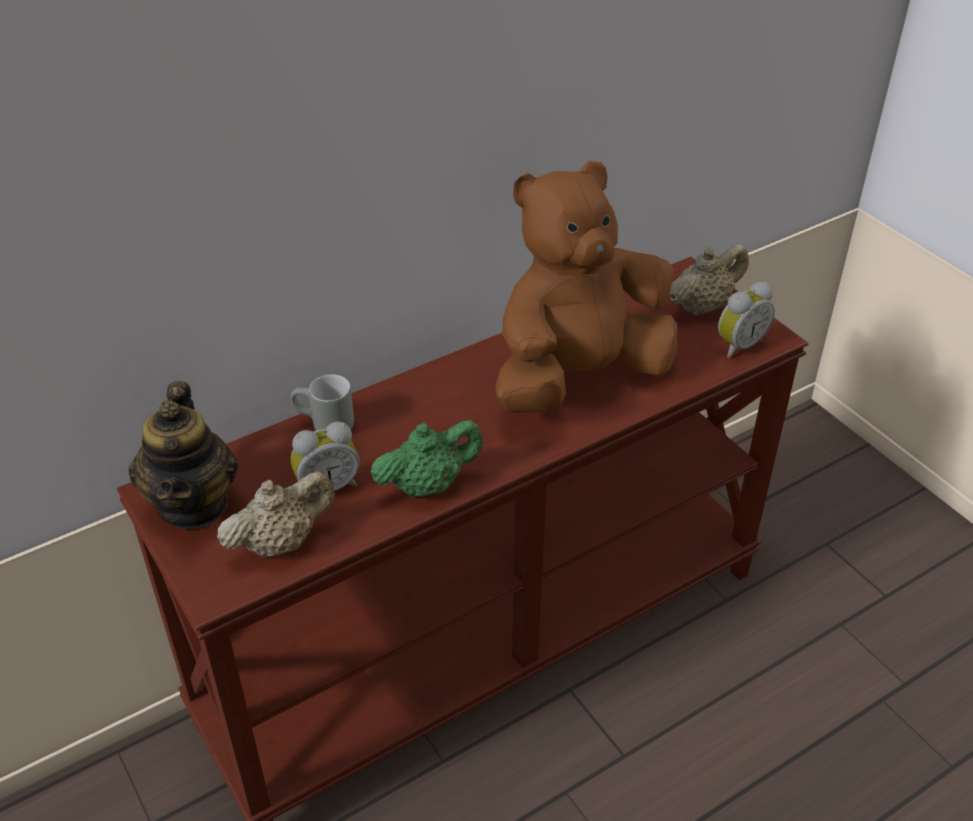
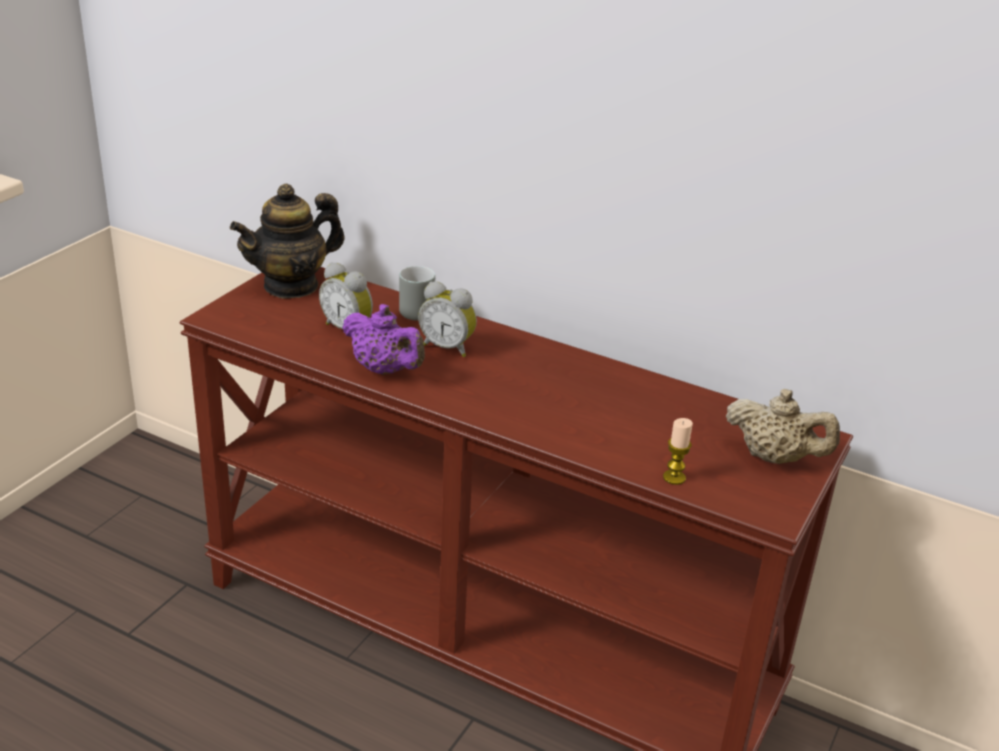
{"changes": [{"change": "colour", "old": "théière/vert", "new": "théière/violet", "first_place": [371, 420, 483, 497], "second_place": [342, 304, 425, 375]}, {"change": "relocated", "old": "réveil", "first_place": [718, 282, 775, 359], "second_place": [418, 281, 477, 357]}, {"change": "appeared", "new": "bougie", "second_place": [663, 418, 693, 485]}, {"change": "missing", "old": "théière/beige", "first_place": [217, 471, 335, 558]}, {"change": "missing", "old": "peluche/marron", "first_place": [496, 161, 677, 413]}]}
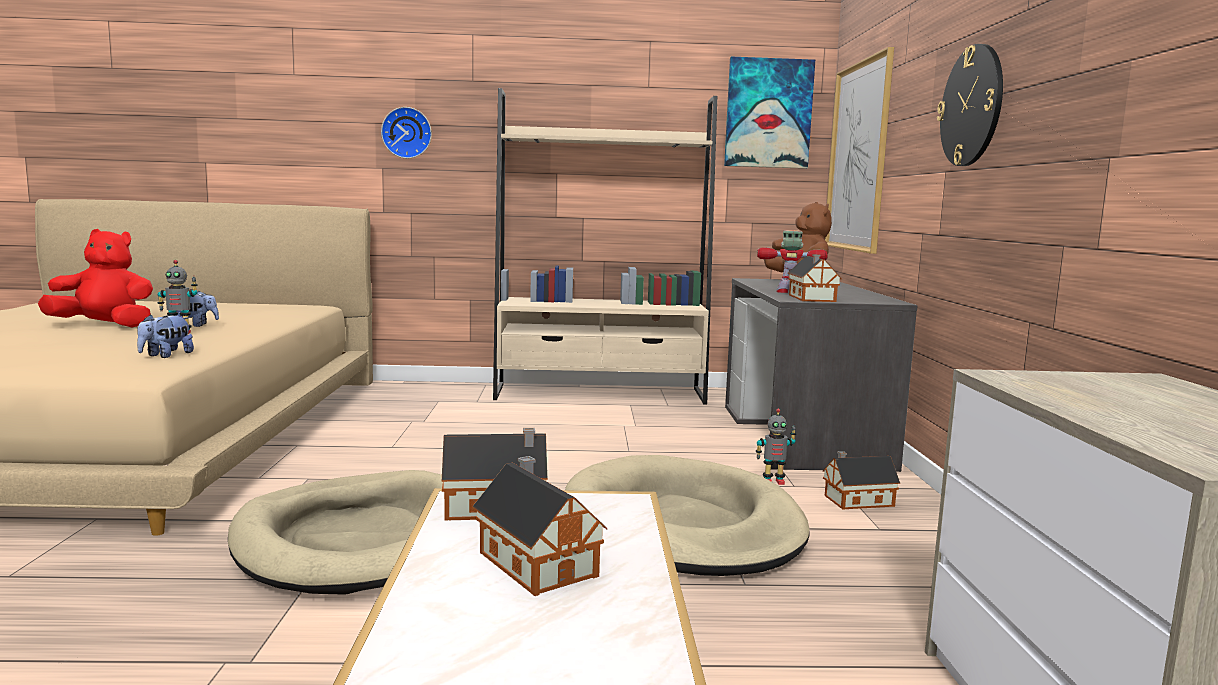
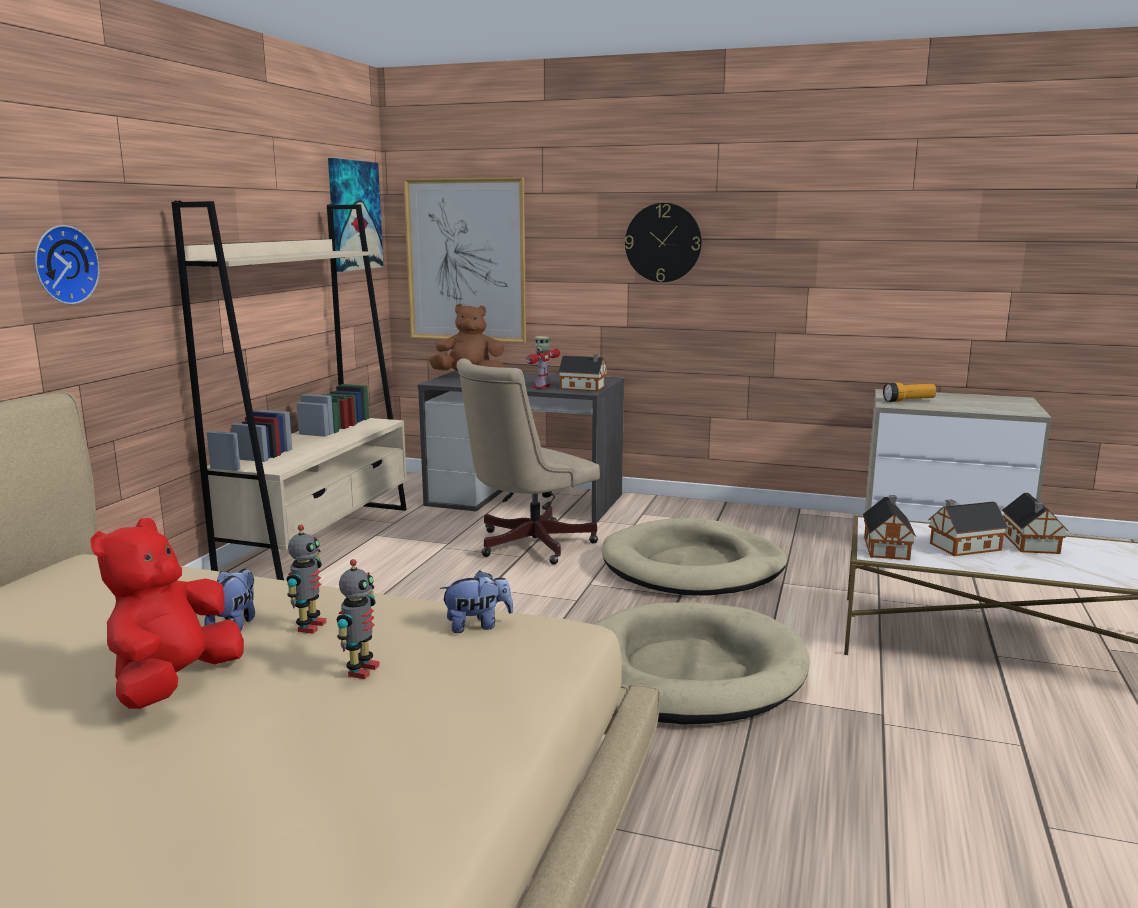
{"changes": [{"change": "relocated", "old": "robot jouet", "first_place": [756, 408, 796, 485], "second_place": [337, 559, 380, 679]}, {"change": "spun", "old": "peluche", "first_place": [137, 314, 194, 358], "second_place": [439, 571, 513, 633], "degrees": -60}, {"change": "appeared", "new": "chaise de bureau/beige", "second_place": [456, 358, 600, 565]}, {"change": "appeared", "new": "lampe de poche", "second_place": [883, 383, 936, 402]}, {"change": "relocated", "old": "maison miniature", "first_place": [823, 451, 900, 509], "second_place": [1002, 493, 1068, 554]}]}
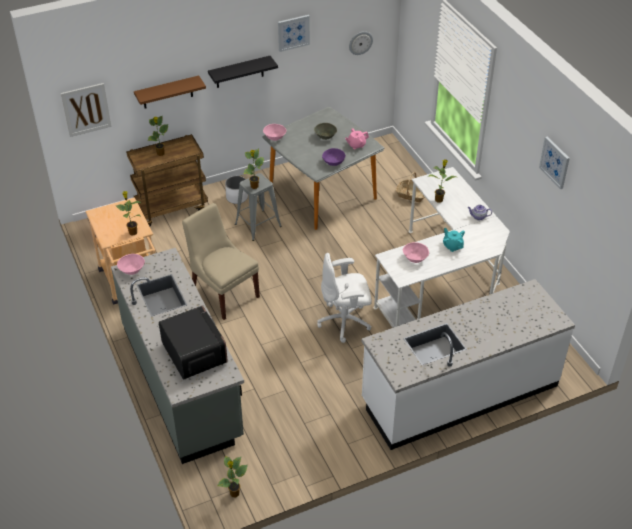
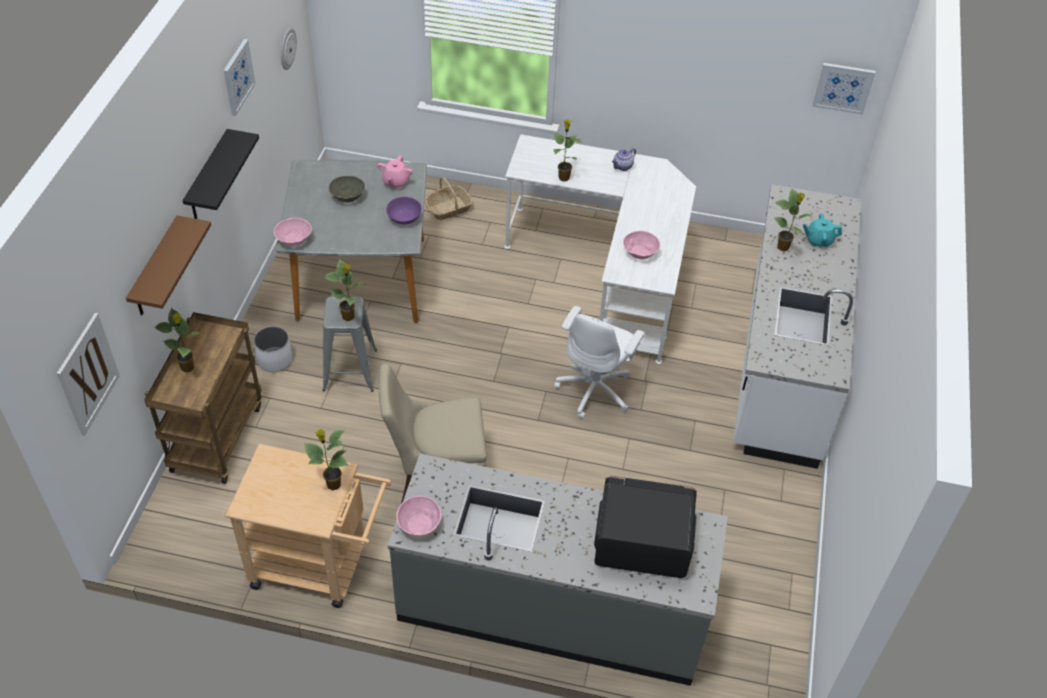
{"changes": [{"change": "relocated", "old": "plante en pot", "first_place": [217, 456, 248, 497], "second_place": [774, 189, 812, 251]}, {"change": "relocated", "old": "théière/turquoise", "first_place": [443, 228, 465, 252], "second_place": [803, 213, 842, 247]}, {"change": "relocated", "old": "tableau", "first_place": [539, 136, 570, 189], "second_place": [813, 63, 876, 115]}]}
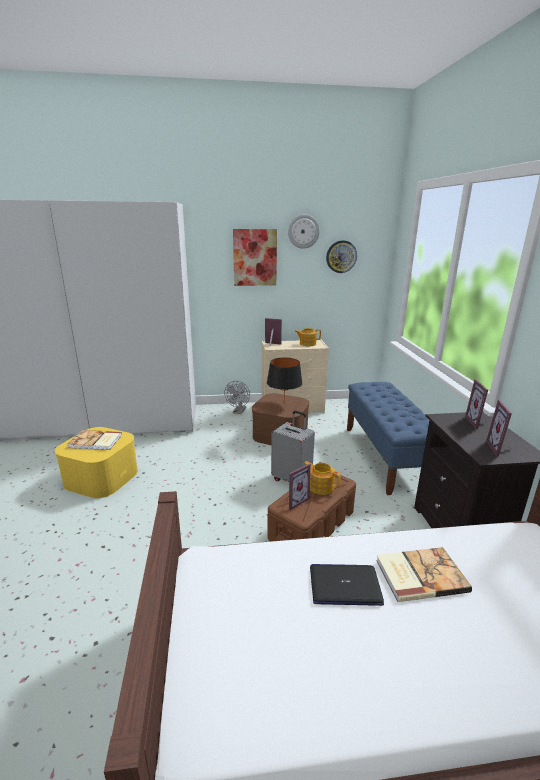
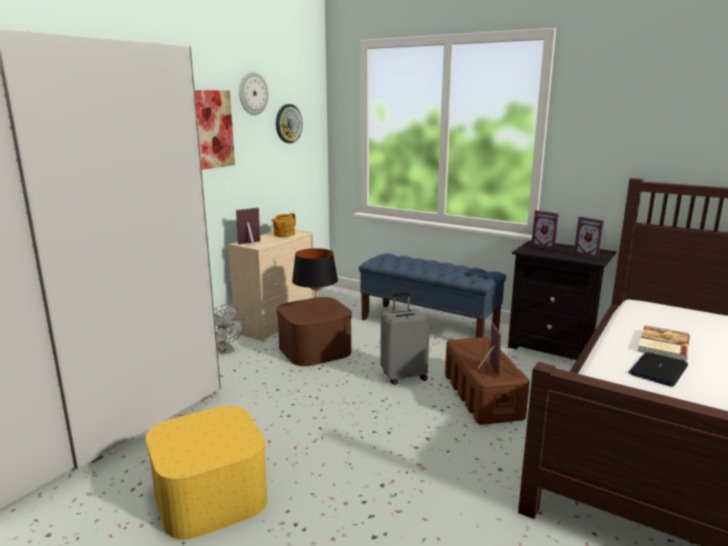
{"changes": [{"change": "missing", "old": "livre", "first_place": [68, 430, 122, 450]}, {"change": "missing", "old": "théière", "first_place": [303, 461, 341, 495]}]}
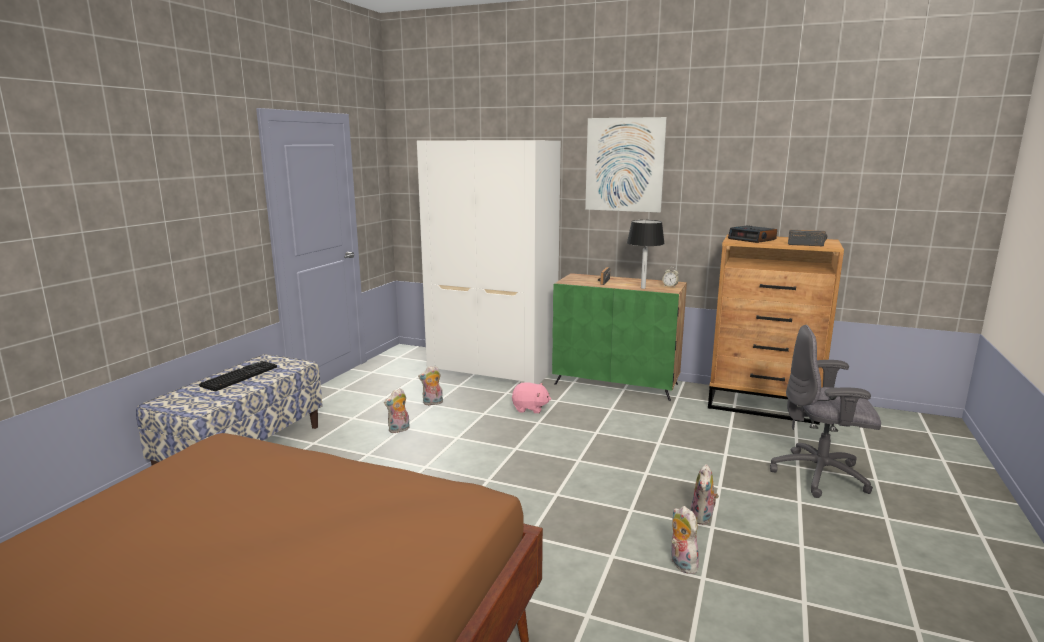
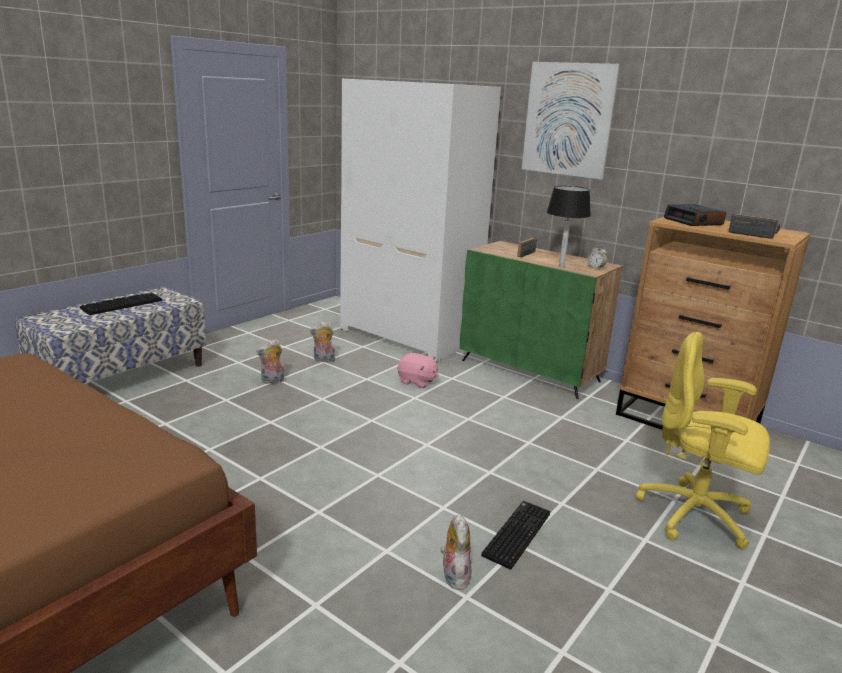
{"changes": [{"change": "exchanged", "old": "peluche", "new": "clavier", "first_place": [690, 464, 719, 525], "second_place": [481, 501, 550, 570]}, {"change": "colour", "old": "chaise de bureau/gris", "new": "chaise de bureau/jaune", "first_place": [770, 325, 881, 498], "second_place": [636, 332, 770, 550]}]}
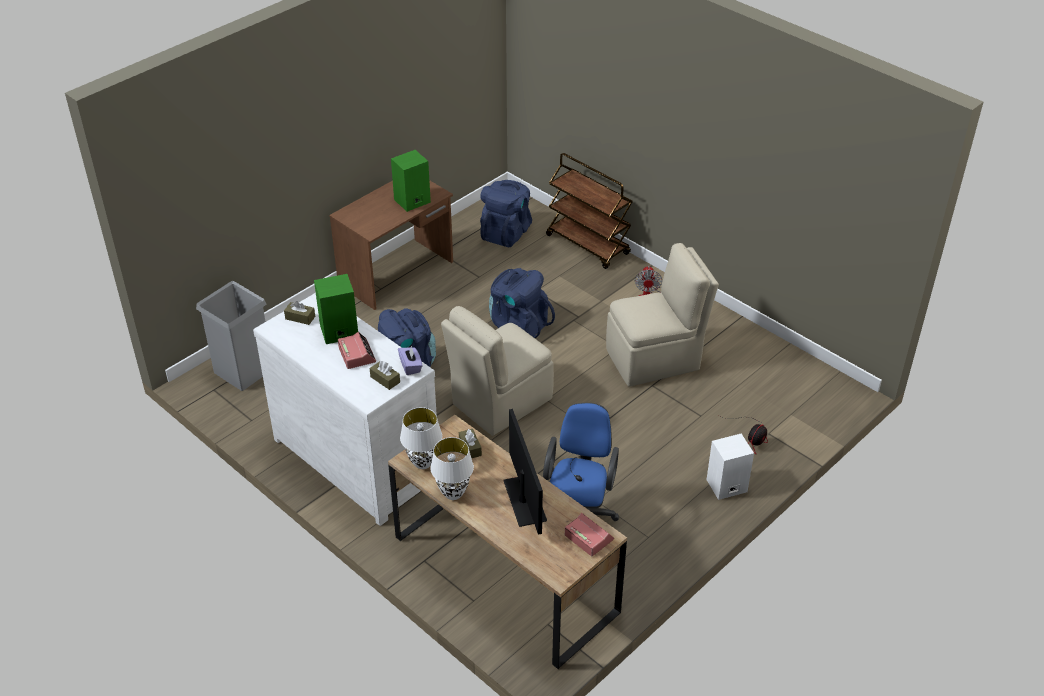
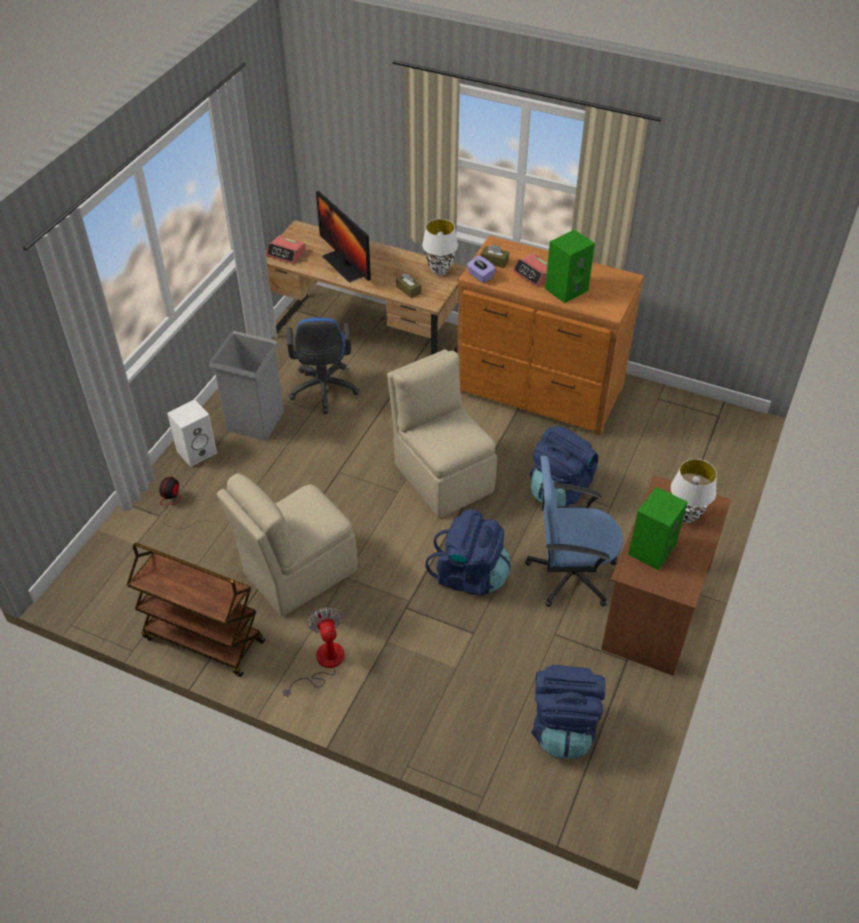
{"changes": [{"change": "relocated", "old": "chariot/marron", "first_place": [546, 153, 633, 269], "second_place": [127, 543, 265, 677]}, {"change": "relocated", "old": "poubelle/gris", "first_place": [196, 281, 266, 391], "second_place": [210, 331, 284, 441]}, {"change": "spun", "old": "chaise/beige", "first_place": [441, 306, 554, 436], "second_place": [387, 350, 497, 517], "degrees": -60}, {"change": "colour", "old": "commode/blanc", "new": "commode/marron", "first_place": [253, 293, 437, 526], "second_place": [457, 235, 644, 435]}, {"change": "appeared", "new": "chaise de bureau/bleu", "second_place": [525, 456, 623, 607]}, {"change": "relocated", "old": "lampe de table/blanc", "first_place": [430, 437, 474, 500], "second_place": [671, 459, 717, 523]}, {"change": "missing", "old": "boîte à mouchoirs/marron", "first_place": [284, 301, 315, 325]}]}
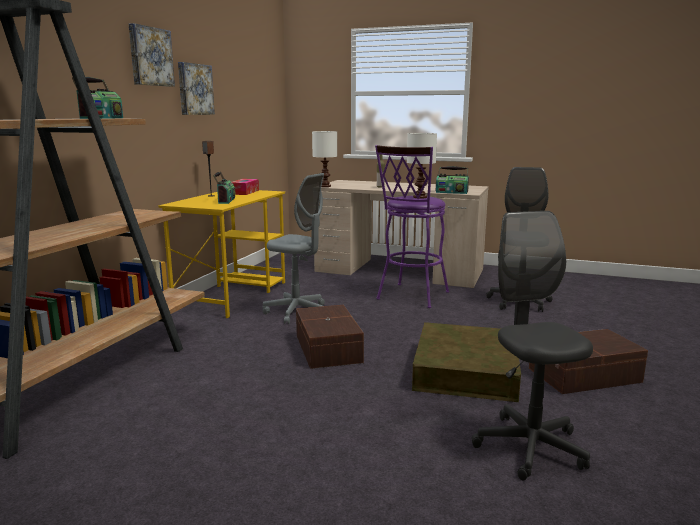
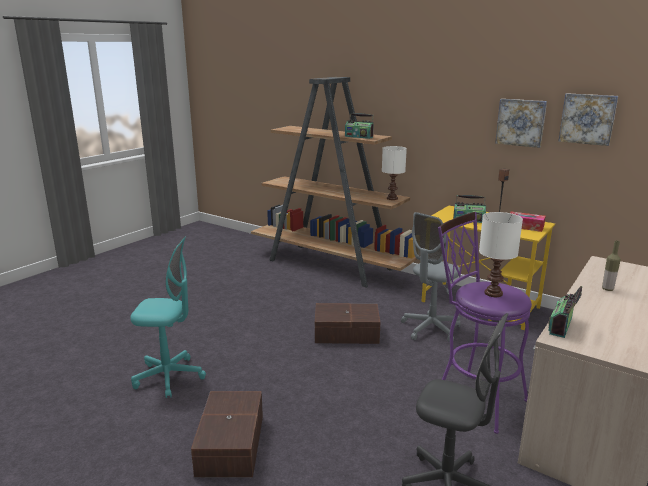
{"changes": [{"change": "colour", "old": "chaise de bureau/gris", "new": "chaise de bureau/turquoise", "first_place": [471, 211, 593, 481], "second_place": [130, 236, 206, 398]}, {"change": "relocated", "old": "lampe de table/blanc", "first_place": [312, 131, 337, 187], "second_place": [382, 146, 407, 200]}, {"change": "relocated", "old": "tableau", "first_place": [129, 23, 175, 87], "second_place": [558, 93, 618, 146]}, {"change": "missing", "old": "boîte de rangement/marron", "first_place": [412, 322, 521, 402]}]}
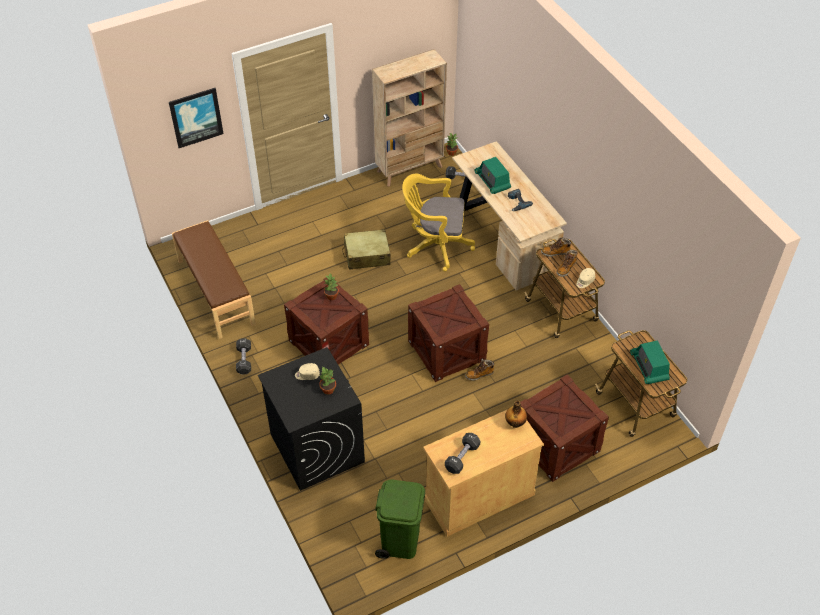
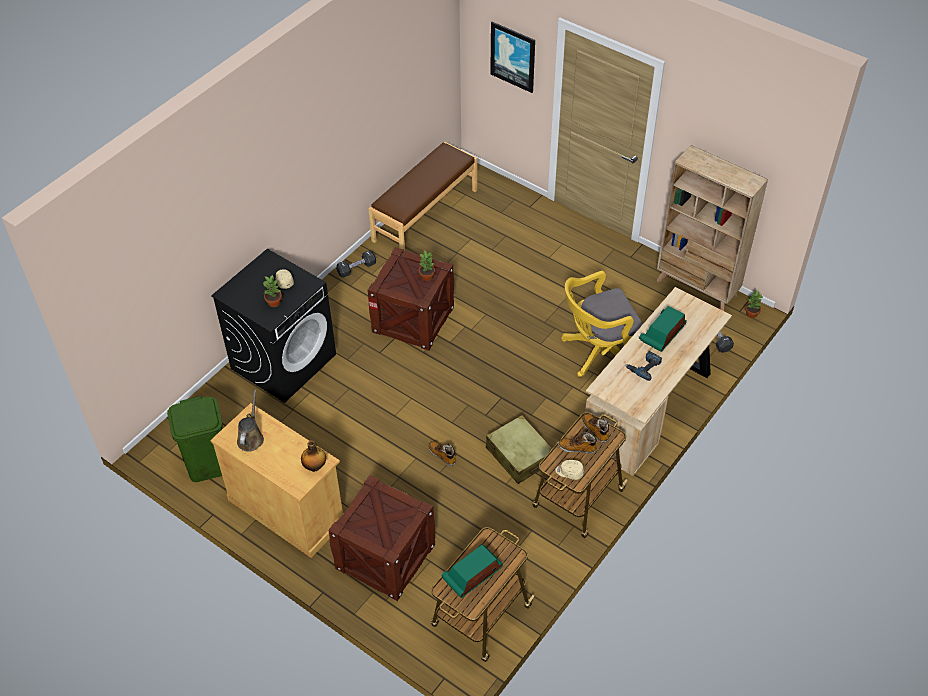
{"changes": [{"change": "exchanged", "old": "haltère/noir", "new": "arrosoir/marron", "first_place": [445, 433, 481, 474], "second_place": [237, 390, 264, 452]}, {"change": "relocated", "old": "valise/beige", "first_place": [342, 229, 391, 270], "second_place": [486, 415, 552, 484]}, {"change": "spun", "old": "chaise de bureau/jaune", "first_place": [402, 174, 475, 272], "second_place": [561, 271, 643, 377], "degrees": -90}, {"change": "missing", "old": "caisse", "first_place": [408, 284, 489, 382]}]}
